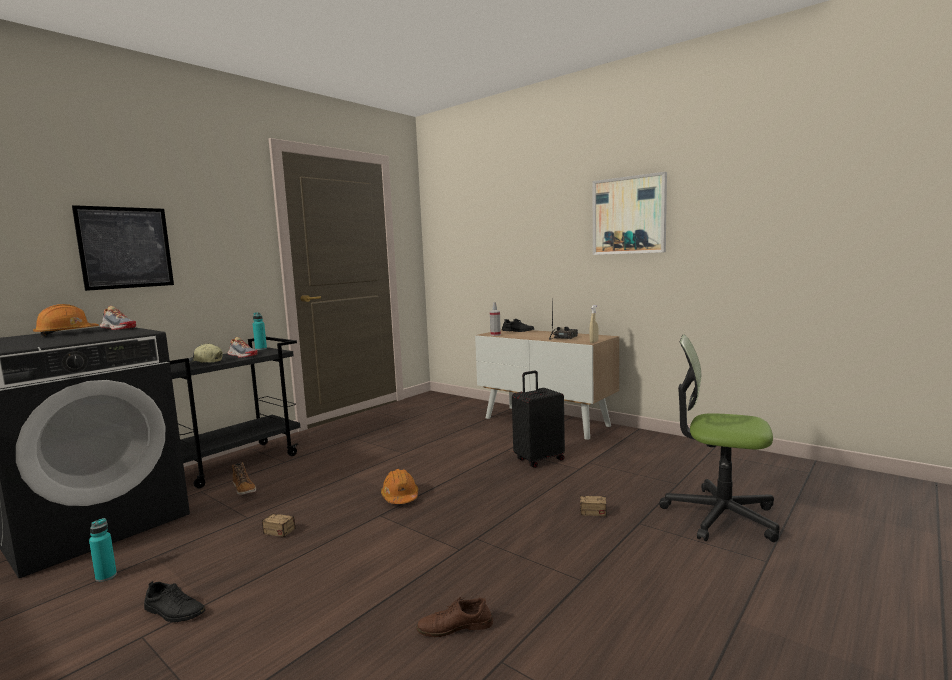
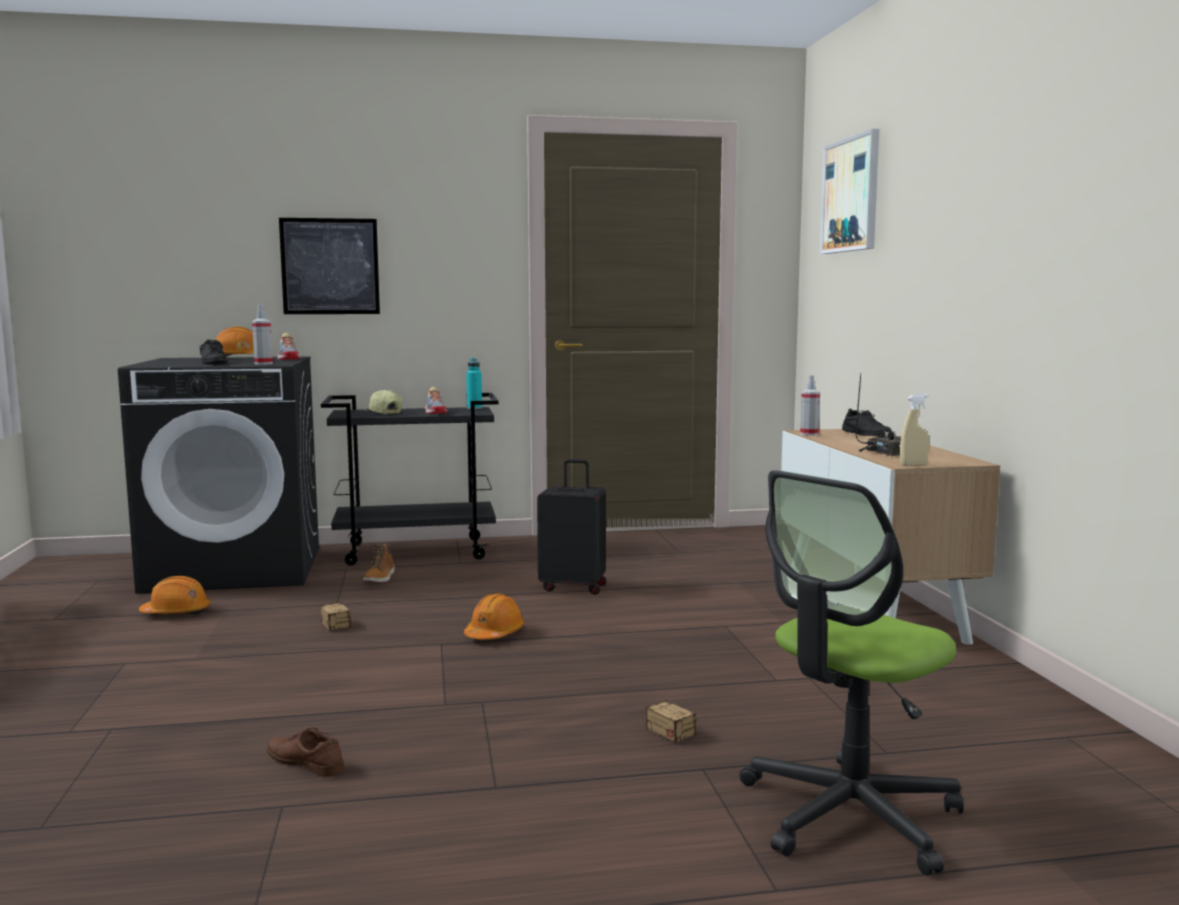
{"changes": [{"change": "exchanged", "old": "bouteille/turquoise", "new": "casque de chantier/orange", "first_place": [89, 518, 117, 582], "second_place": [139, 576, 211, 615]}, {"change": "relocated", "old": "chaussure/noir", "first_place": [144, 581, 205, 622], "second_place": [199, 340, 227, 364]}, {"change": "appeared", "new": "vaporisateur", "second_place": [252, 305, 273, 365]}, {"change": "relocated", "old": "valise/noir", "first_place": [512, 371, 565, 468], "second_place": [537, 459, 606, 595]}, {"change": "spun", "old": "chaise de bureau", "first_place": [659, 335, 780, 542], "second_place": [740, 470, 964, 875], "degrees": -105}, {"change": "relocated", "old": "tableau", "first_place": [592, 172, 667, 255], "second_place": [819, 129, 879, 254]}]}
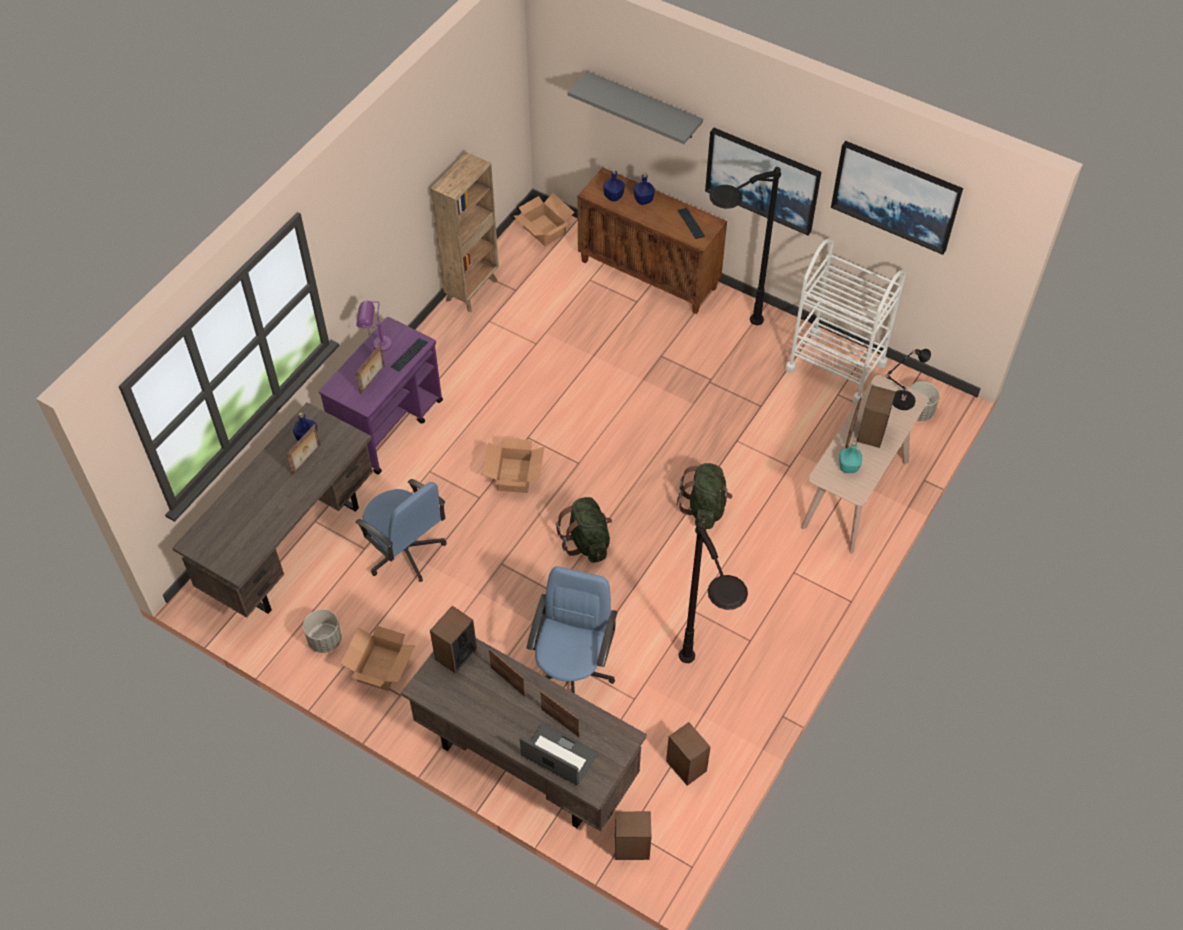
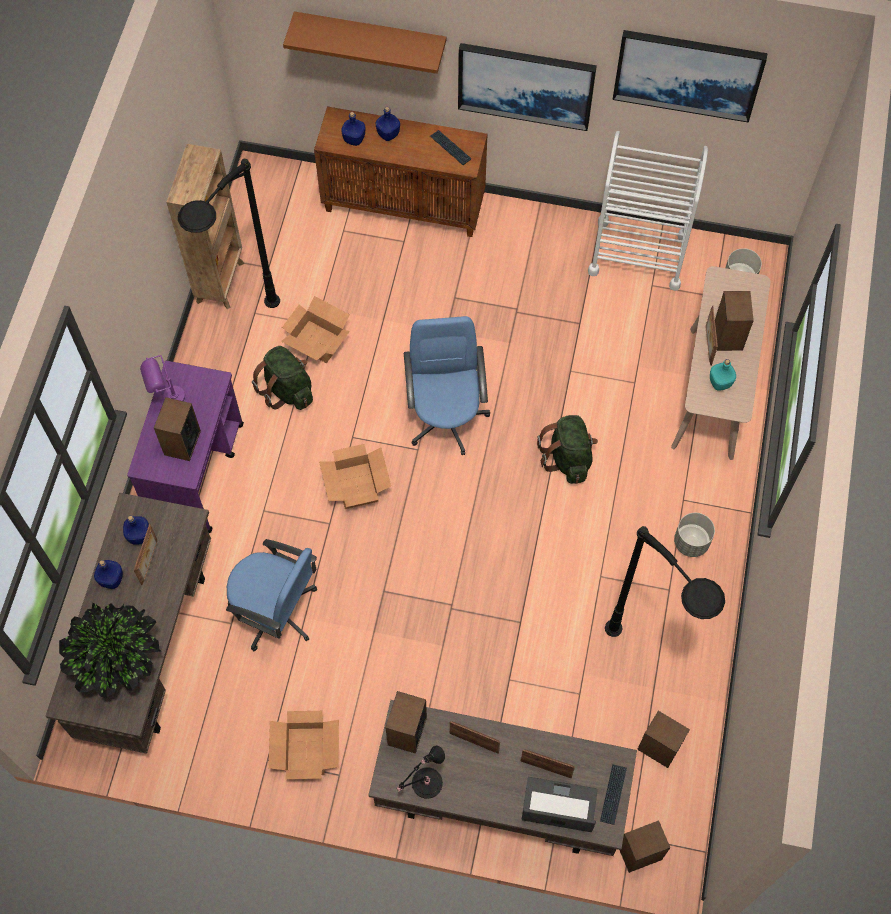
{"changes": [{"change": "appeared", "new": "plante en pot", "second_place": [59, 603, 161, 697]}, {"change": "appeared", "new": "bouteille/bleu", "second_place": [94, 560, 123, 589]}, {"change": "exchanged", "old": "cadre photo", "new": "enceinte", "first_place": [356, 344, 385, 395], "second_place": [154, 397, 201, 461]}, {"change": "relocated", "old": "lampadaire/noir", "first_place": [709, 167, 781, 325], "second_place": [178, 158, 280, 308]}, {"change": "relocated", "old": "sac à dos/vert", "first_place": [556, 497, 612, 563], "second_place": [252, 346, 313, 410]}, {"change": "relocated", "old": "carton", "first_place": [514, 193, 574, 246], "second_place": [281, 296, 350, 363]}, {"change": "colour", "old": "étagère/gris", "new": "étagère/marron", "first_place": [567, 71, 703, 144], "second_place": [283, 12, 446, 74]}, {"change": "relocated", "old": "lampe de table/noir", "first_place": [885, 349, 931, 410], "second_place": [397, 746, 445, 799]}, {"change": "relocated", "old": "chaise de bureau/bleu", "first_place": [526, 566, 617, 693], "second_place": [404, 316, 490, 455]}, {"change": "relocated", "old": "clavier", "first_place": [391, 338, 428, 371], "second_place": [600, 764, 627, 825]}, {"change": "relocated", "old": "cache-pot/gris", "first_place": [303, 609, 342, 653], "second_place": [674, 513, 715, 557]}]}
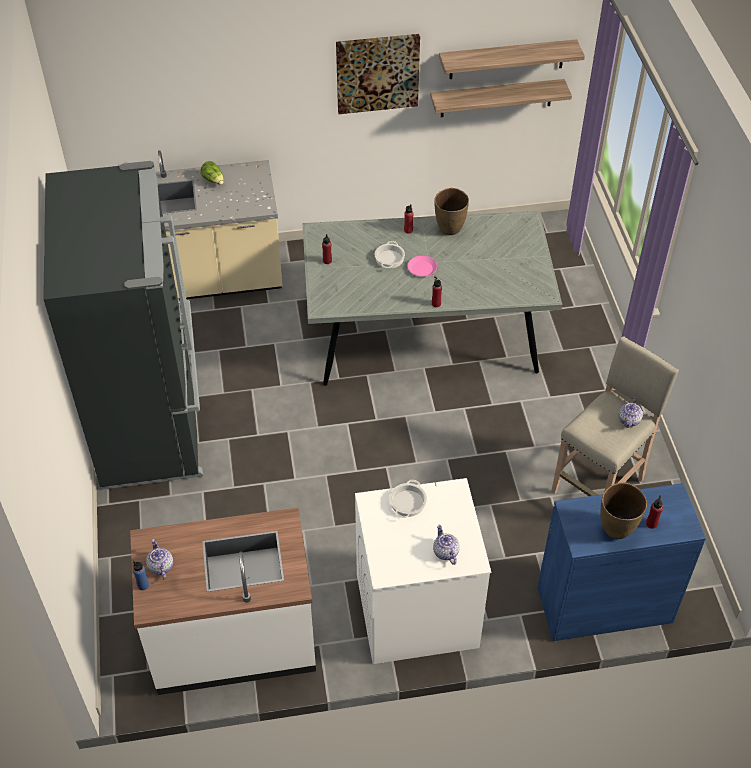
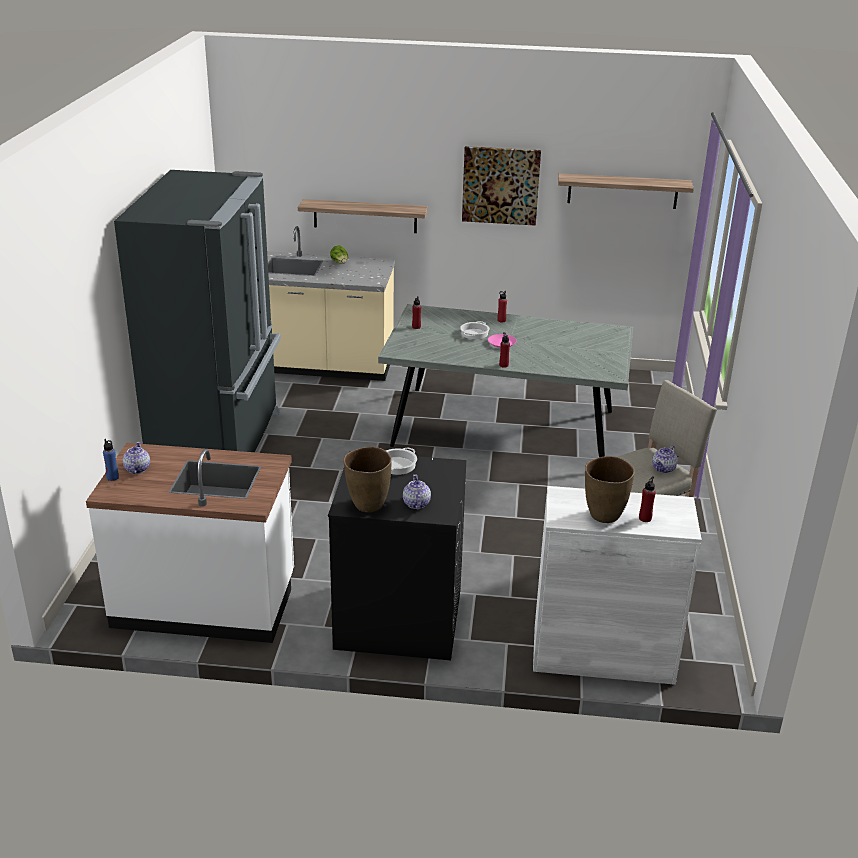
{"changes": [{"change": "relocated", "old": "étagère", "first_place": [430, 79, 572, 117], "second_place": [298, 199, 428, 233]}, {"change": "colour", "old": "lave-linge/blanc", "new": "lave-linge/noir", "first_place": [355, 478, 491, 664], "second_place": [328, 451, 466, 660]}, {"change": "relocated", "old": "vase/marron", "first_place": [434, 188, 469, 235], "second_place": [344, 447, 392, 512]}, {"change": "colour", "old": "meuble de rangement/bleu", "new": "meuble de rangement/blanc", "first_place": [537, 483, 706, 641], "second_place": [533, 486, 702, 685]}]}
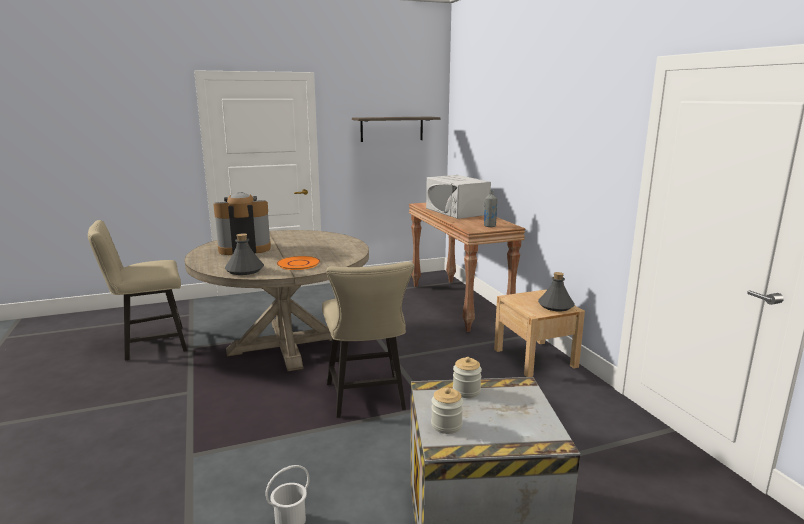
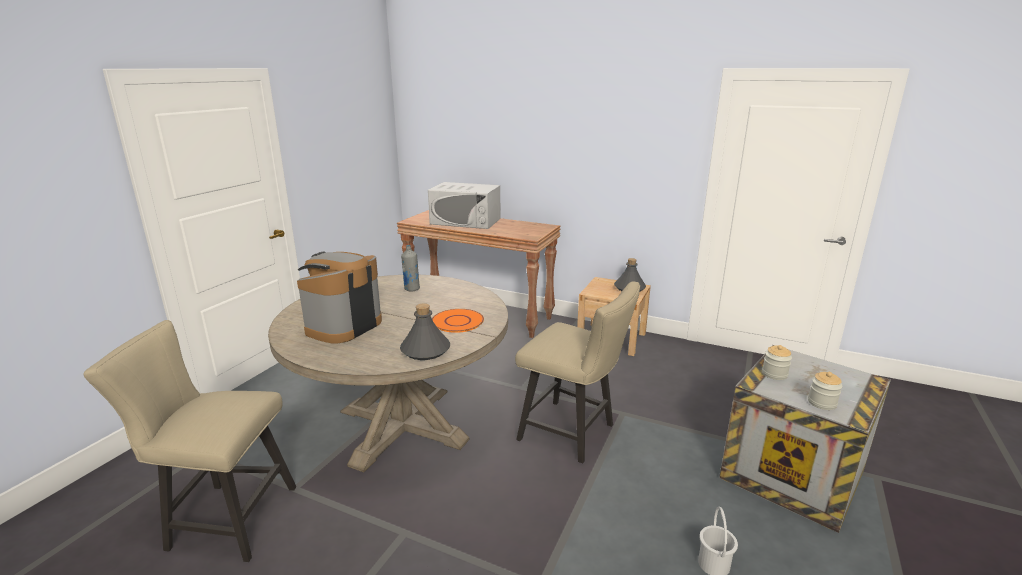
{"changes": [{"change": "spun", "old": "chaise/beige", "first_place": [88, 220, 187, 361], "second_place": [84, 320, 296, 562], "degrees": 75}, {"change": "relocated", "old": "bouteille/gris", "first_place": [484, 190, 497, 227], "second_place": [401, 245, 420, 291]}, {"change": "missing", "old": "étagère", "first_place": [352, 117, 441, 142]}]}
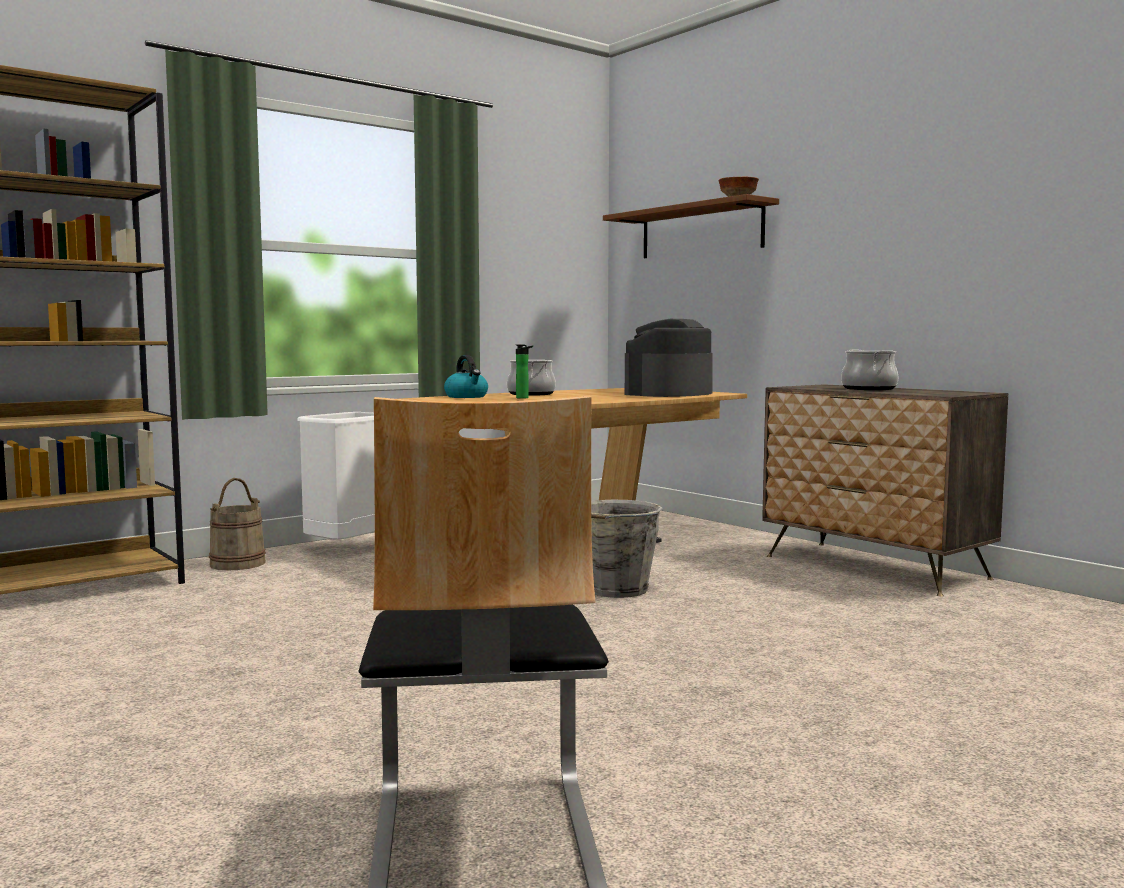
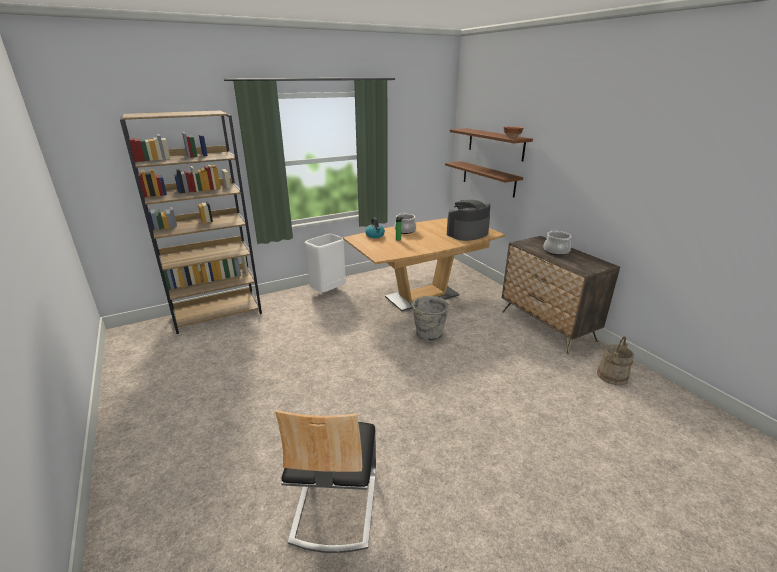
{"changes": [{"change": "appeared", "new": "étagère/marron", "second_place": [445, 161, 523, 198]}, {"change": "relocated", "old": "seau/beige", "first_place": [209, 478, 266, 571], "second_place": [597, 336, 634, 385]}]}
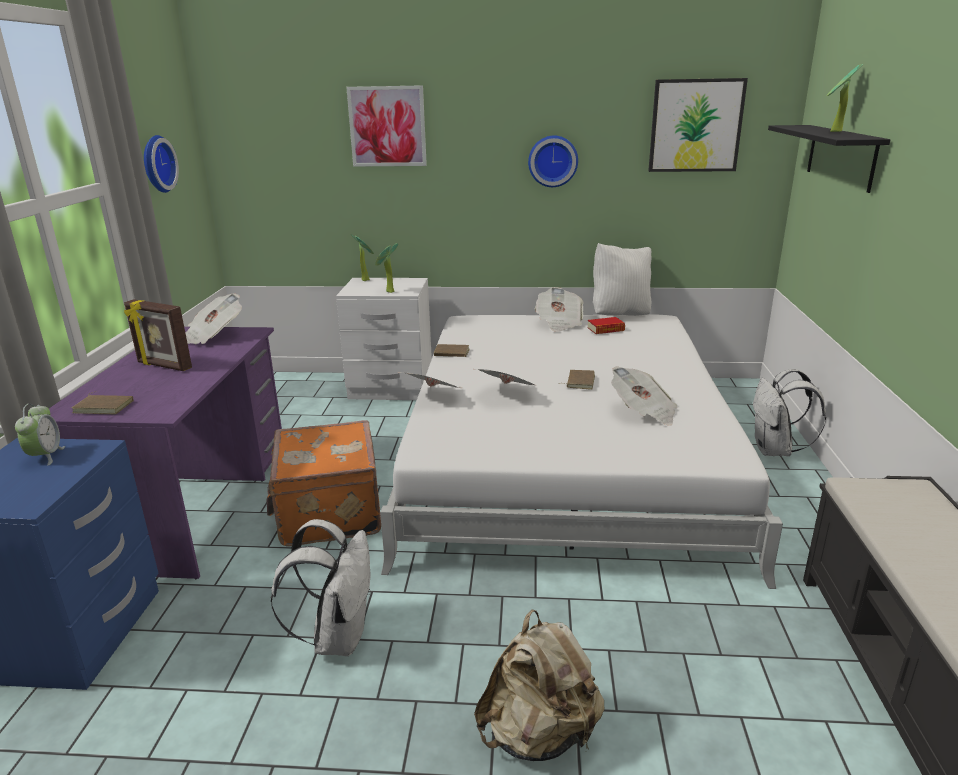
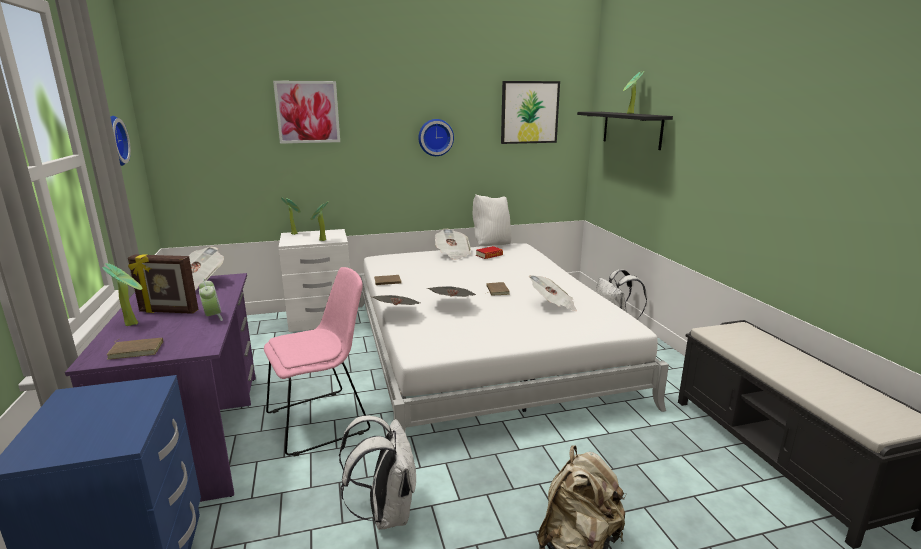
{"changes": [{"change": "appeared", "new": "plante en pot", "second_place": [103, 263, 142, 326]}, {"change": "relocated", "old": "réveil", "first_place": [15, 404, 65, 465], "second_place": [199, 278, 223, 321]}, {"change": "exchanged", "old": "valise/orange", "new": "chaise/rose", "first_place": [266, 420, 381, 546], "second_place": [264, 267, 370, 456]}]}
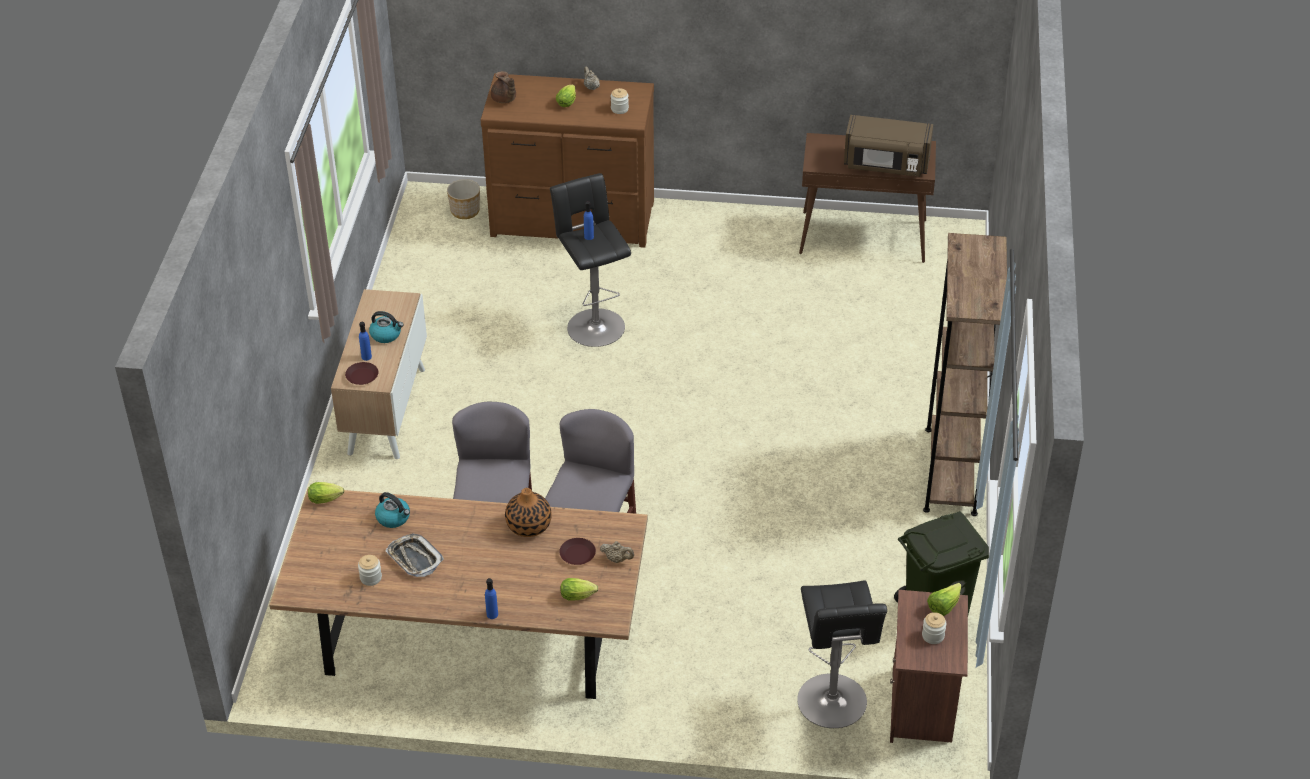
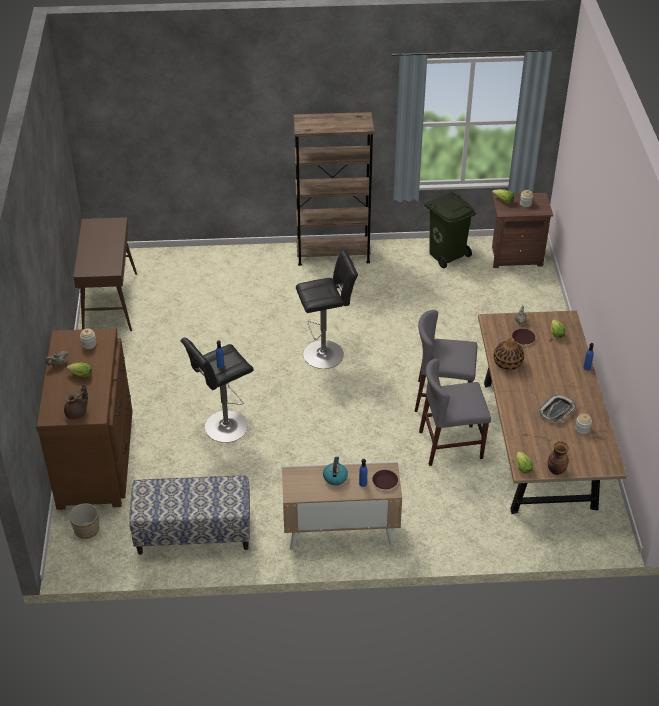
{"changes": [{"change": "appeared", "new": "banc", "second_place": [129, 475, 250, 555]}, {"change": "relocated", "old": "tabouret/noir", "first_place": [797, 580, 887, 728], "second_place": [296, 250, 358, 369]}, {"change": "appeared", "new": "vase", "second_place": [548, 441, 569, 475]}, {"change": "missing", "old": "bouilloire", "first_place": [375, 492, 410, 528]}, {"change": "missing", "old": "micro-ondes/marron", "first_place": [844, 115, 933, 177]}]}
